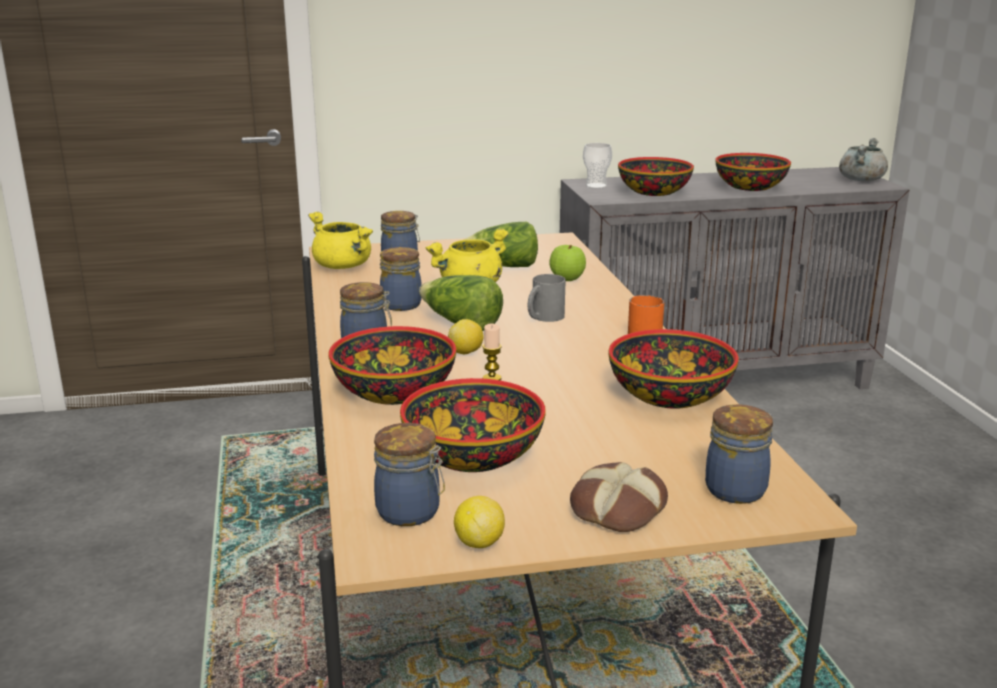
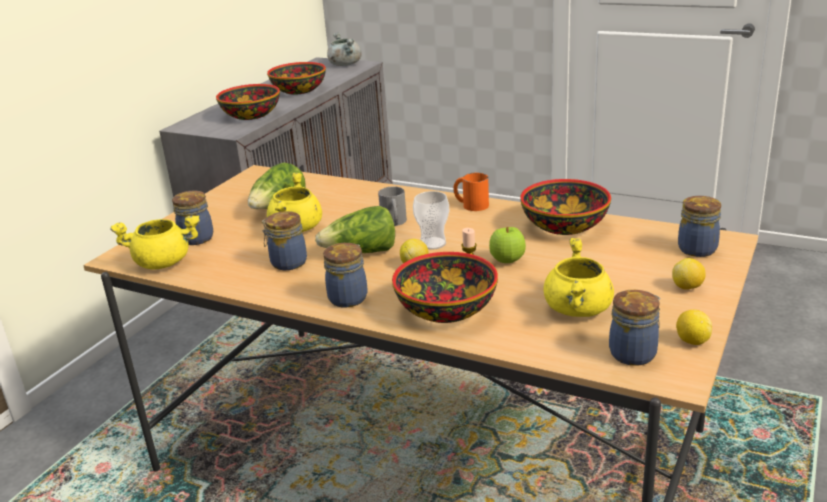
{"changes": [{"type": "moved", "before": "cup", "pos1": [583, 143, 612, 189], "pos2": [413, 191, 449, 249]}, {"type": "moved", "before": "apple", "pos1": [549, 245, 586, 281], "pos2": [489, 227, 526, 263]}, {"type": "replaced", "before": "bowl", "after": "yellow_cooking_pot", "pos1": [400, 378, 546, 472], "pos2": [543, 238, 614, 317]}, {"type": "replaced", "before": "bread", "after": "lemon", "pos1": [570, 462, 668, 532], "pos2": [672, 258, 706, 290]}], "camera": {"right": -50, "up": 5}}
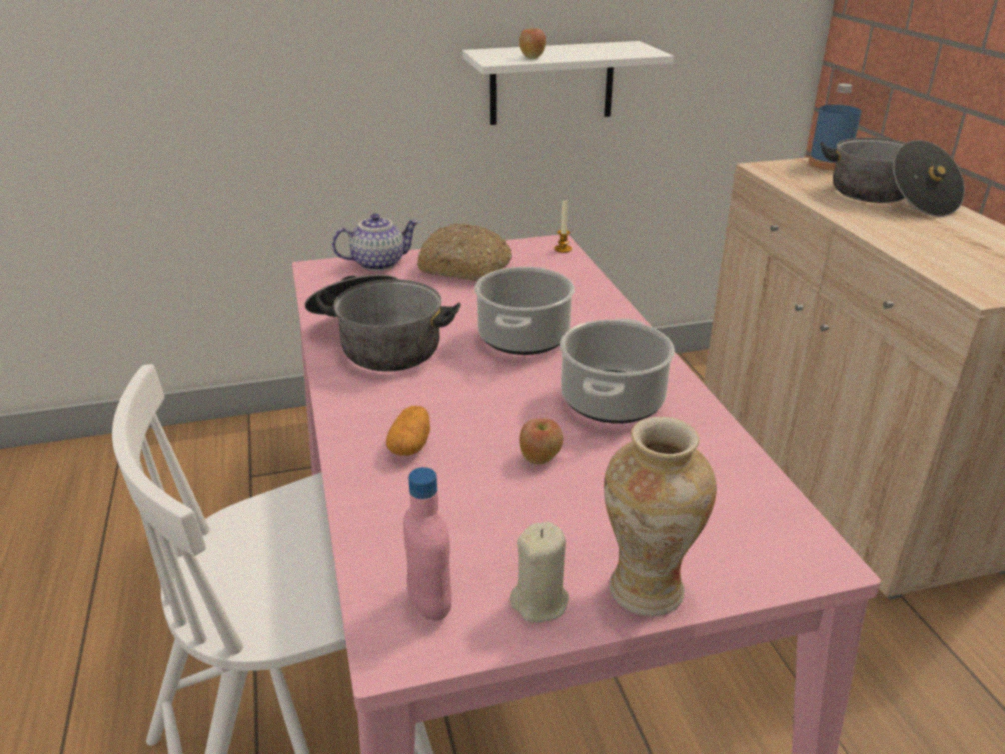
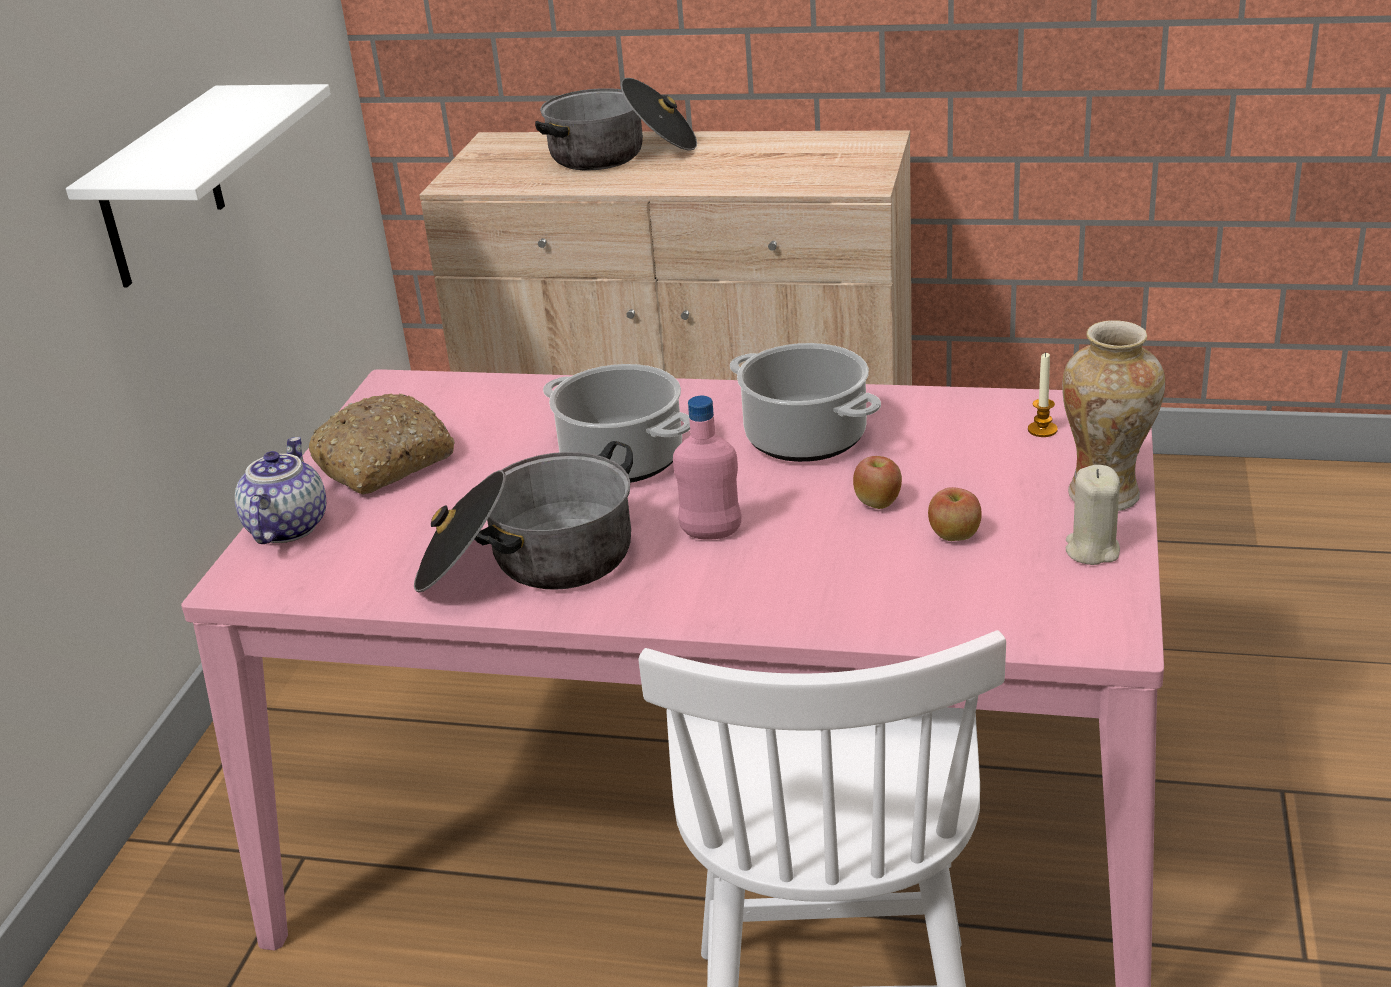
{"changes": [{"type": "moved", "before": "pink_bottle", "pos1": [403, 467, 452, 621], "pos2": [673, 396, 741, 540]}, {"type": "moved", "before": "apple", "pos1": [519, 28, 546, 59], "pos2": [928, 487, 982, 541]}, {"type": "moved", "before": "candle", "pos1": [554, 200, 572, 253], "pos2": [1028, 352, 1058, 437]}, {"type": "removed", "before": "potato", "pos1": [386, 406, 430, 456]}, {"type": "removed", "before": "blue_bottle", "pos1": [808, 83, 862, 170]}], "camera": {"right": -60, "up": 0}}
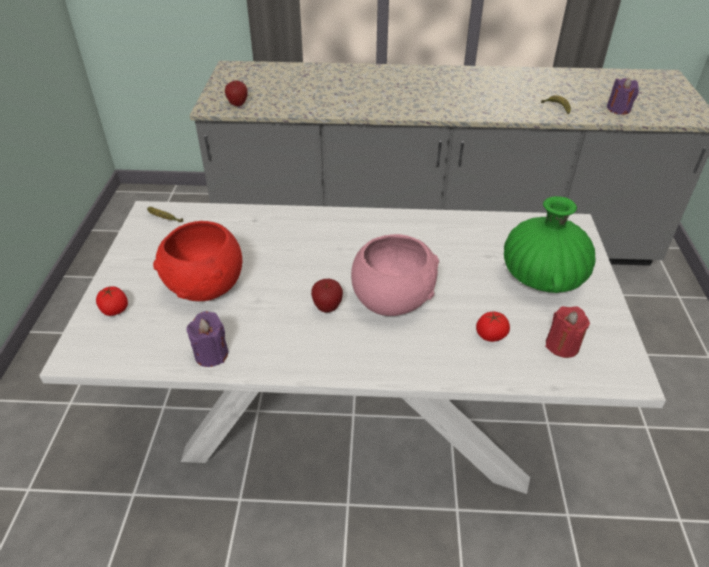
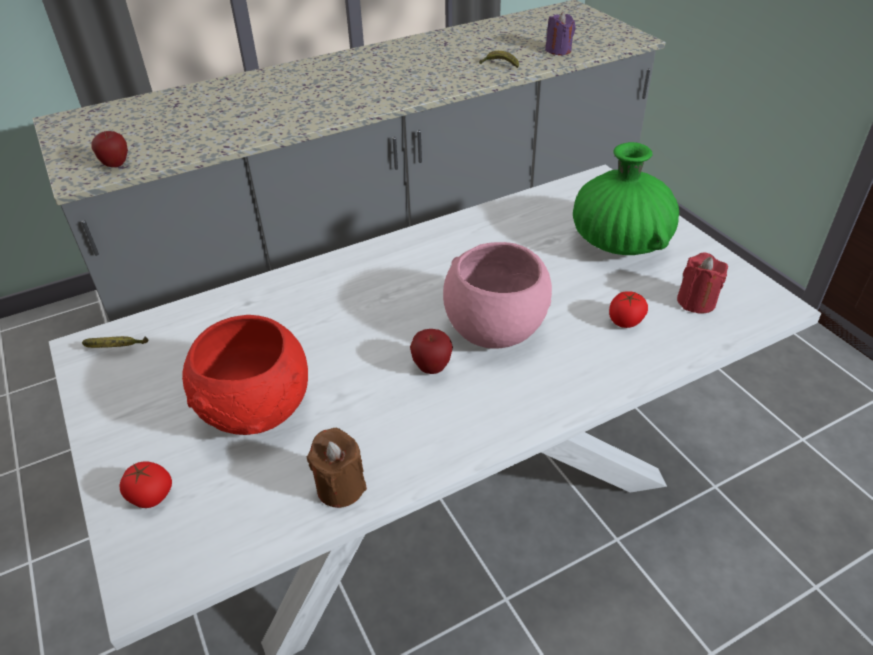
{"changes": [{"type": "recoloured", "before": "purple_candle", "after": "brown_candle", "pos1": [186, 311, 228, 367], "pos2": [307, 427, 367, 508]}], "camera": {"right": -30, "up": 0}}
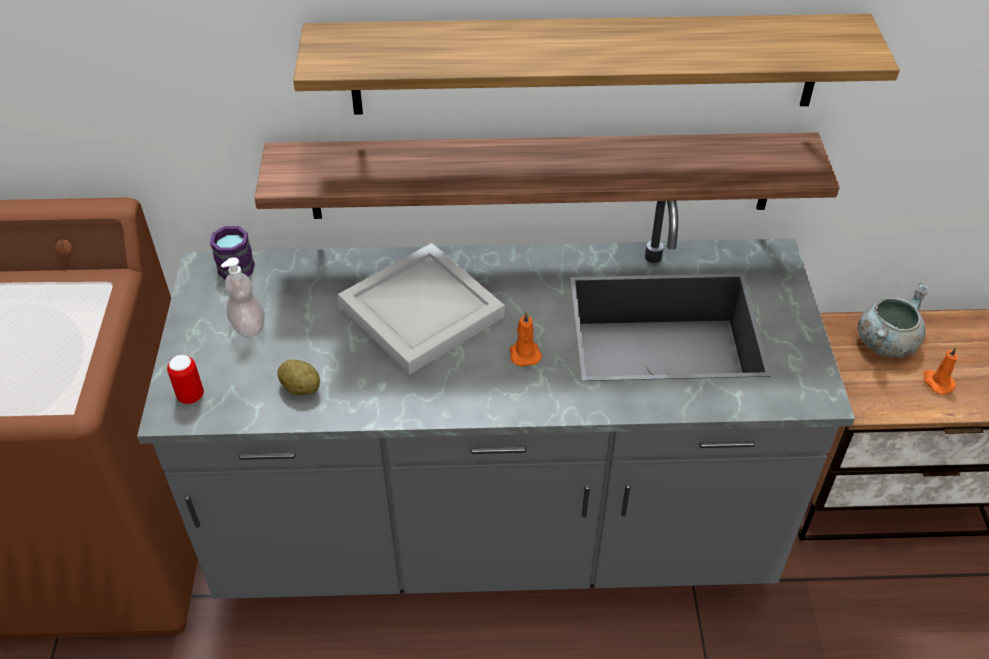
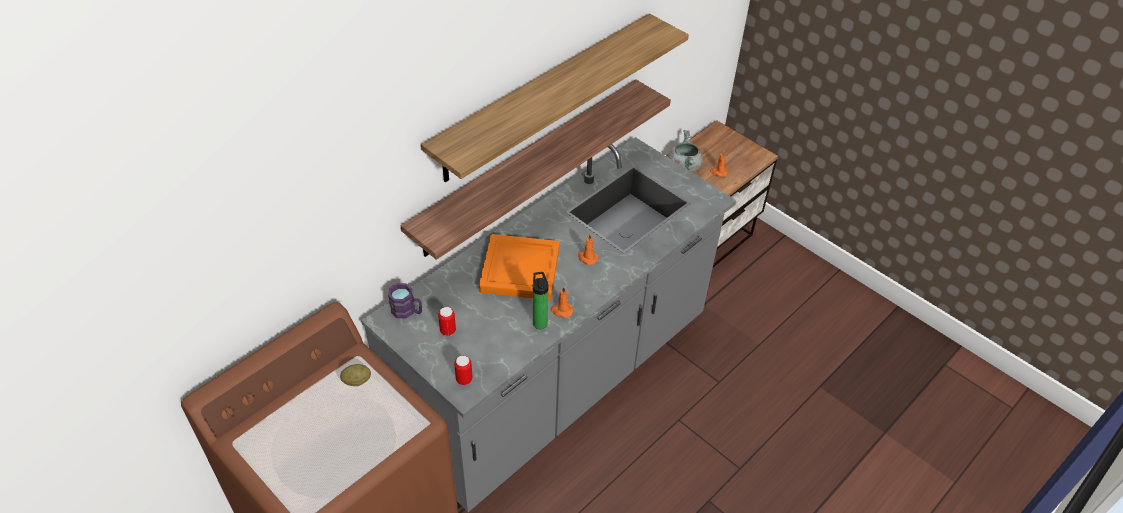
{"changes": [{"type": "moved", "before": "potato", "pos1": [277, 360, 320, 395], "pos2": [340, 364, 371, 386]}, {"type": "replaced", "before": "soap_dispenser", "after": "can", "pos1": [221, 257, 265, 338], "pos2": [438, 307, 456, 336]}, {"type": "recoloured", "before": "white_tray", "after": "orange_tray", "pos1": [338, 243, 505, 374], "pos2": [479, 234, 560, 300]}, {"type": "added", "after": "bottle", "pos2": [533, 272, 548, 329]}, {"type": "added", "after": "orange_candle", "pos2": [550, 286, 574, 318]}], "camera": {"right": -45, "up": 0}}
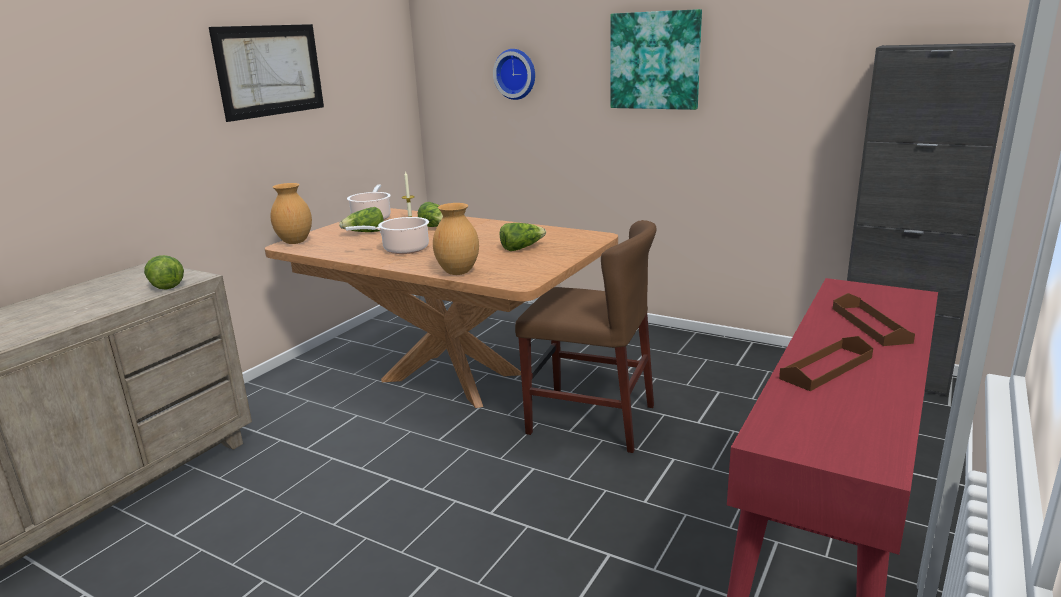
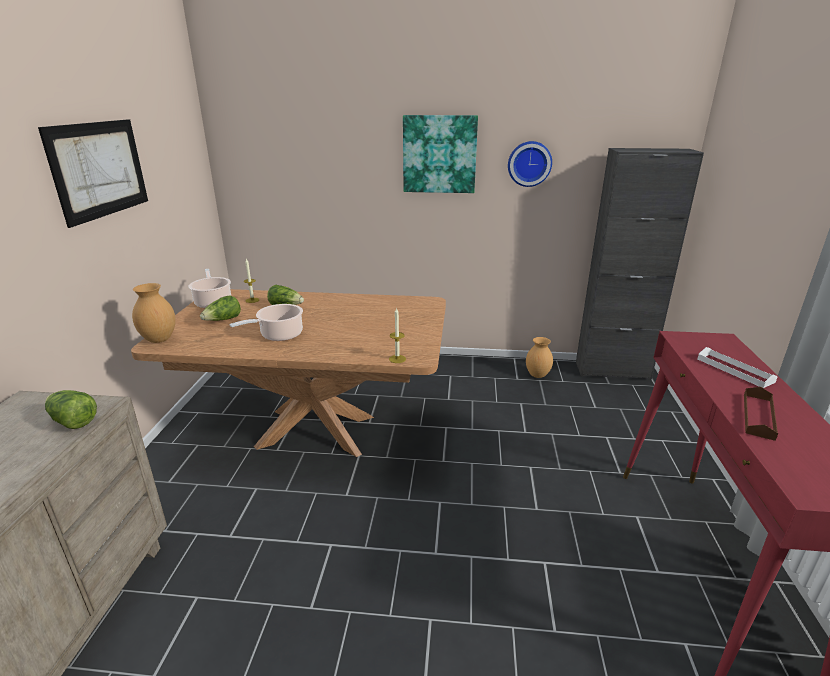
{"changes": [{"type": "added", "after": "candle", "pos2": [389, 307, 406, 363]}, {"type": "moved", "before": "wall_clock", "pos1": [493, 49, 535, 100], "pos2": [508, 141, 552, 187]}, {"type": "moved", "before": "brown_vase", "pos1": [433, 203, 479, 275], "pos2": [526, 337, 553, 378]}, {"type": "recoloured", "before": "brown_tray", "after": "white_tray", "pos1": [833, 293, 915, 346], "pos2": [697, 347, 778, 388]}, {"type": "removed", "before": "lettuce", "pos1": [500, 223, 546, 251]}, {"type": "removed", "before": "brown_chair", "pos1": [515, 220, 656, 453]}], "camera": {"right": -25, "up": 5}}
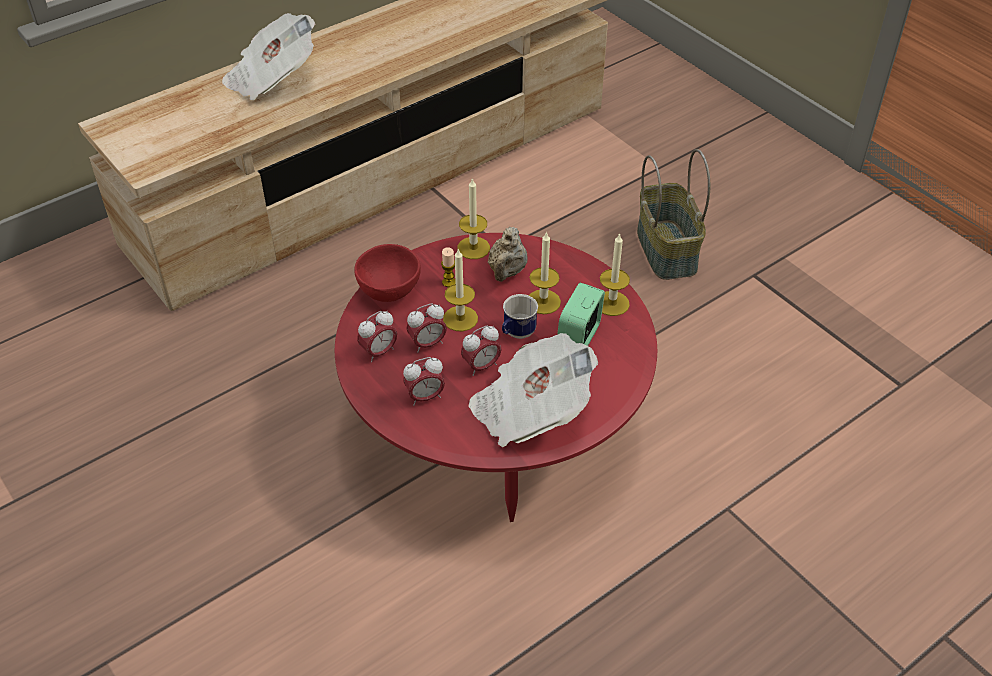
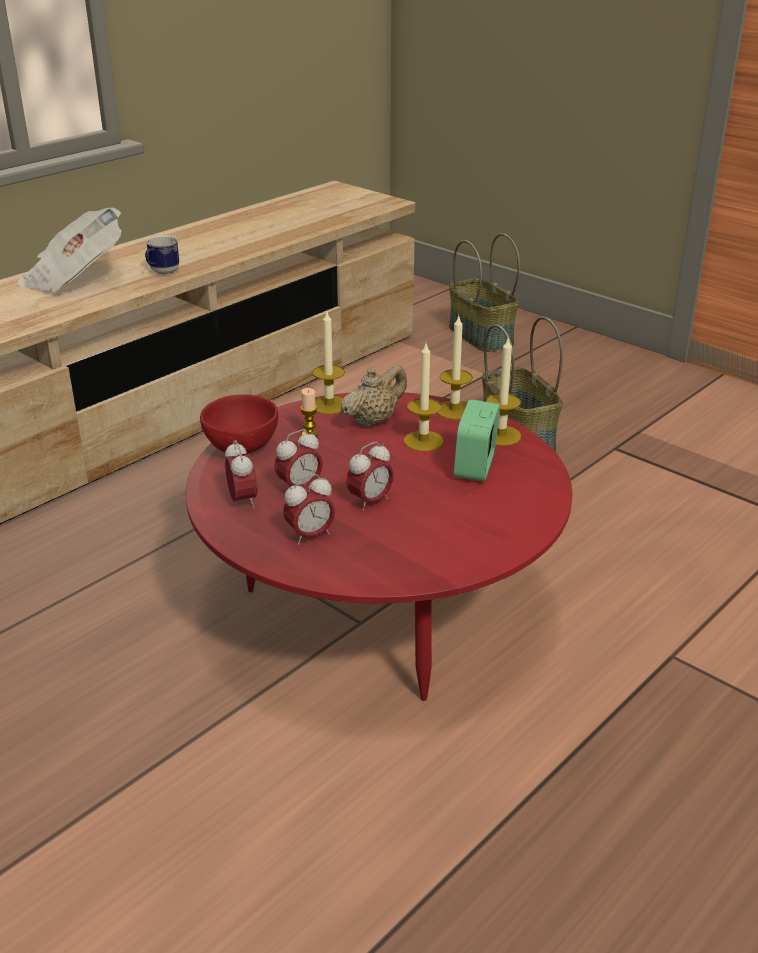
{"changes": [{"type": "moved", "before": "mug", "pos1": [502, 294, 538, 339], "pos2": [145, 235, 179, 275]}, {"type": "turned", "before": "alarm_clock", "pos1": [357, 311, 397, 362], "pos2": [225, 440, 258, 509], "turn": -60}, {"type": "turned", "before": "beige_teapot", "pos1": [488, 227, 527, 282], "pos2": [341, 365, 407, 427], "turn": -135}, {"type": "moved", "before": "candle", "pos1": [443, 249, 478, 331], "pos2": [437, 314, 473, 420]}, {"type": "added", "after": "basket", "pos2": [449, 233, 520, 352]}, {"type": "removed", "before": "newspaper", "pos1": [468, 333, 598, 447]}], "camera": {"right": -10, "up": -15}}
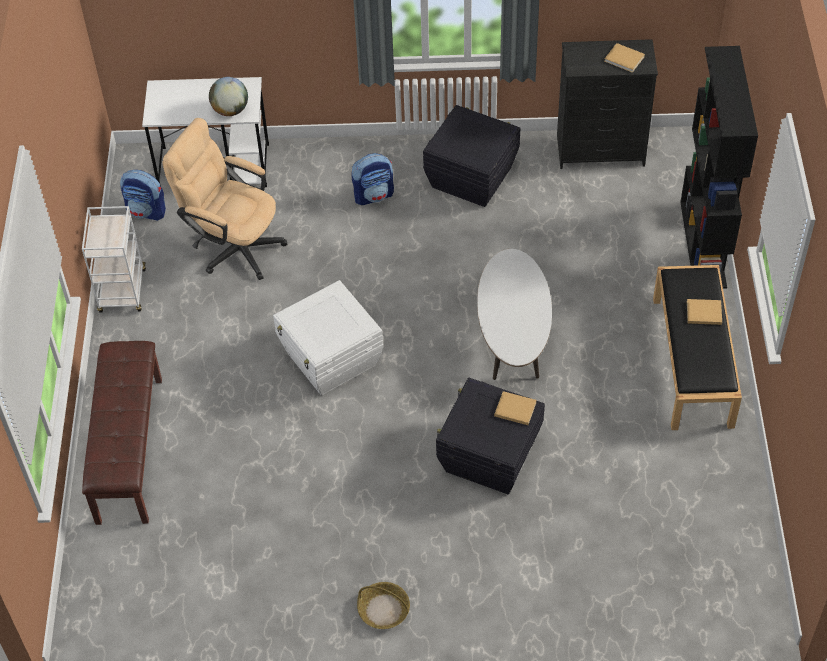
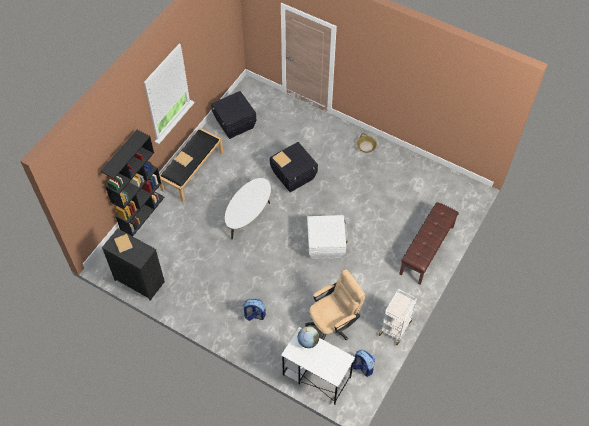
{"changes": [{"type": "moved", "before": "black_storage_box", "pos1": [423, 105, 520, 207], "pos2": [211, 91, 256, 139]}, {"type": "turned", "before": "beige_office_chair", "pos1": [163, 118, 287, 280], "pos2": [305, 269, 365, 341], "turn": -90}], "camera": {"right": -150, "up": 5}}
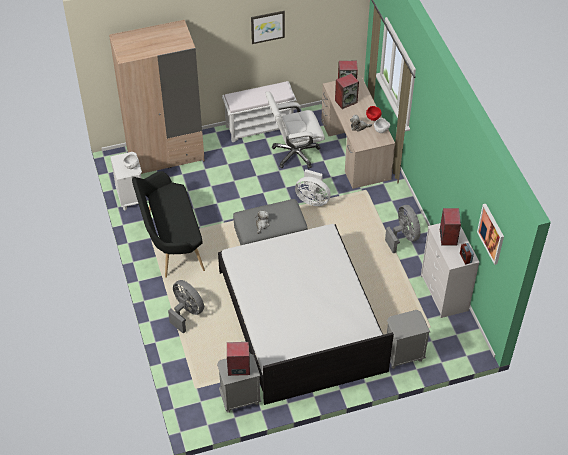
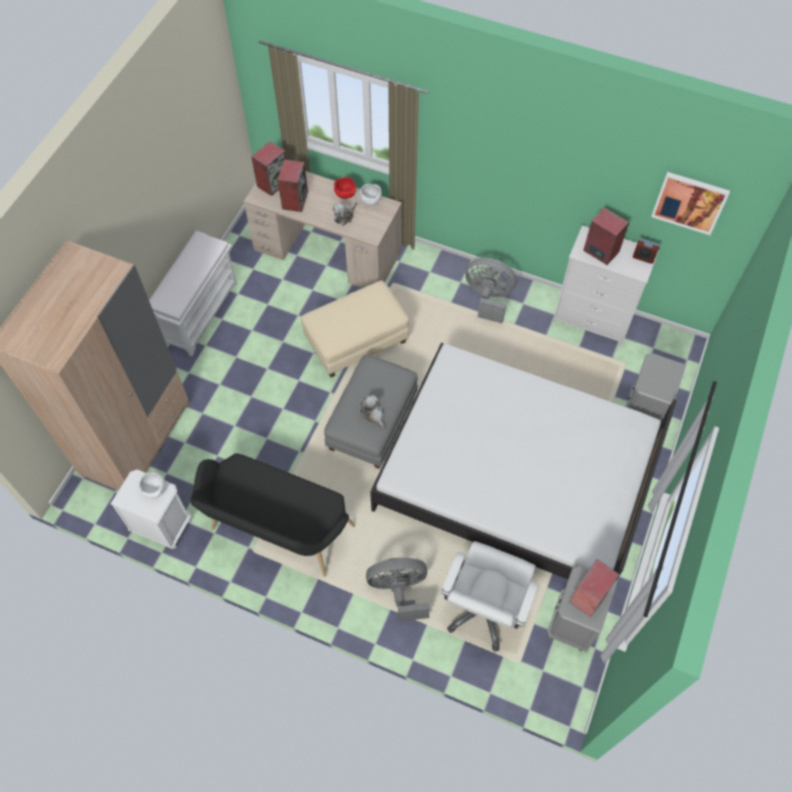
{"changes": [{"type": "replaced", "before": "white_fan", "after": "beige_ottoman", "pos1": [295, 169, 331, 206], "pos2": [301, 281, 409, 377]}, {"type": "moved", "before": "white_office_chair", "pos1": [265, 91, 325, 169], "pos2": [441, 541, 539, 652]}, {"type": "removed", "before": "picture", "pos1": [251, 11, 285, 44]}], "camera": {"right": -50, "up": 10}}
